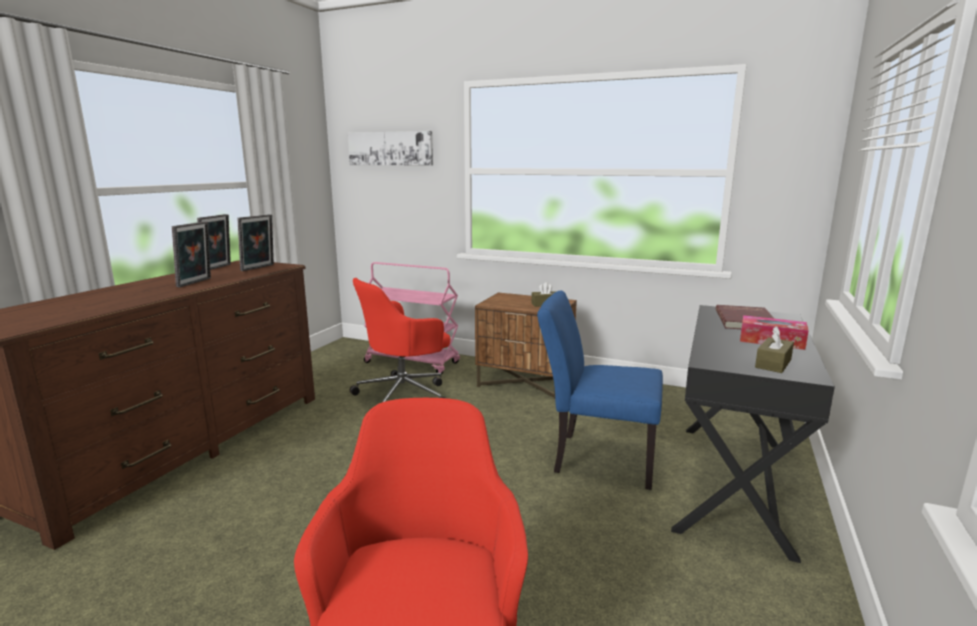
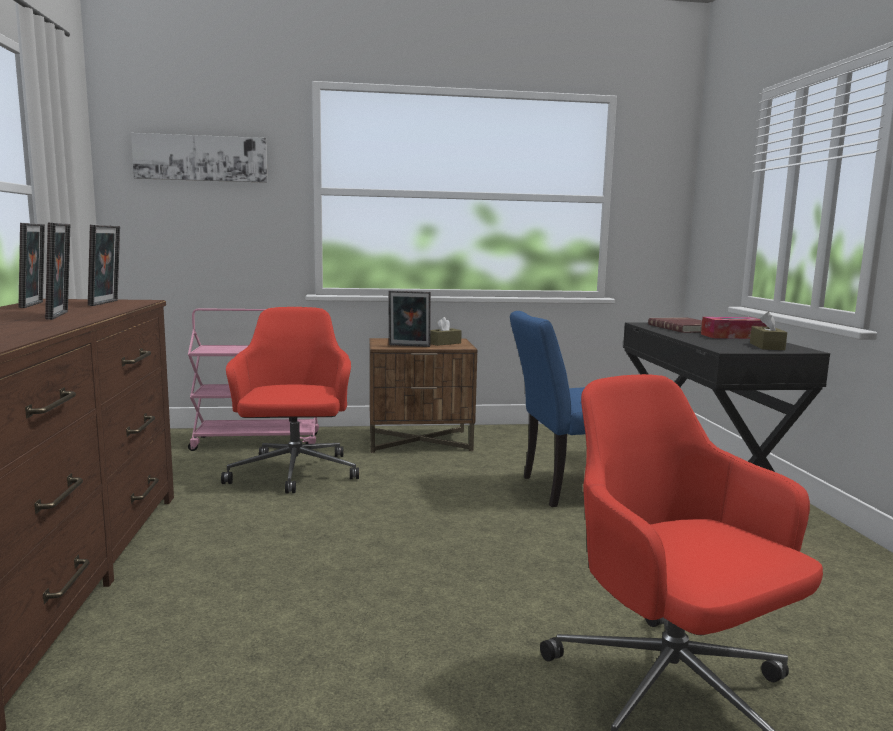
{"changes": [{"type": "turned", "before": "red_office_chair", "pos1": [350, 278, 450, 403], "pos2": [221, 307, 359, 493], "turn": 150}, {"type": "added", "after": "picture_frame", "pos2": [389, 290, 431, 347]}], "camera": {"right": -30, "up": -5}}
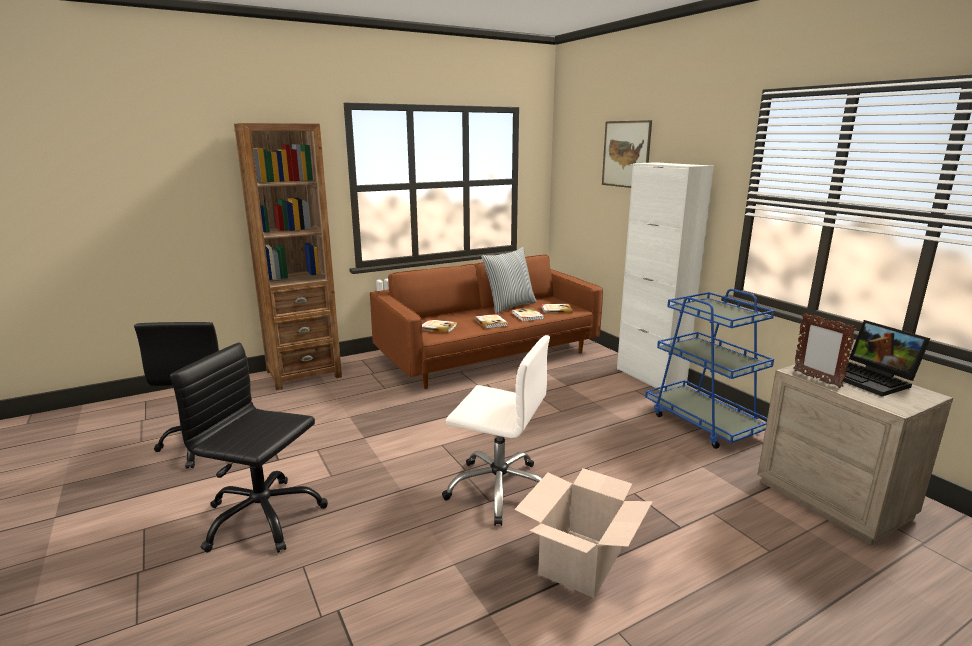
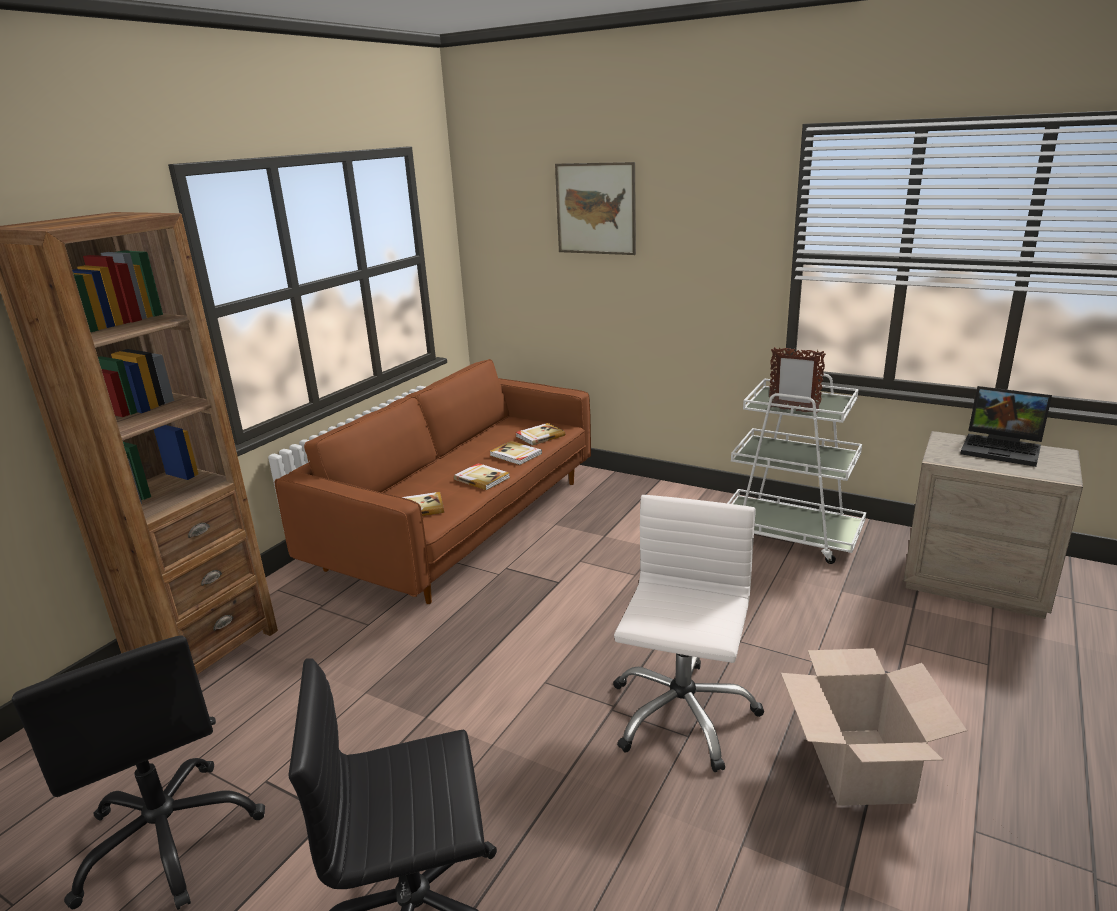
{"changes": [{"type": "turned", "before": "white_office_chair", "pos1": [442, 335, 550, 526], "pos2": [613, 495, 764, 772], "turn": -60}, {"type": "recoloured", "before": "blue_cart", "after": "white_cart", "pos1": [645, 289, 775, 449], "pos2": [728, 374, 866, 564]}, {"type": "moved", "before": "picture_frame", "pos1": [793, 313, 856, 388], "pos2": [769, 347, 826, 414]}, {"type": "removed", "before": "pillow", "pos1": [481, 247, 537, 314]}, {"type": "removed", "before": "white_cabinet", "pos1": [617, 162, 714, 391]}], "camera": {"right": -30, "up": 5}}
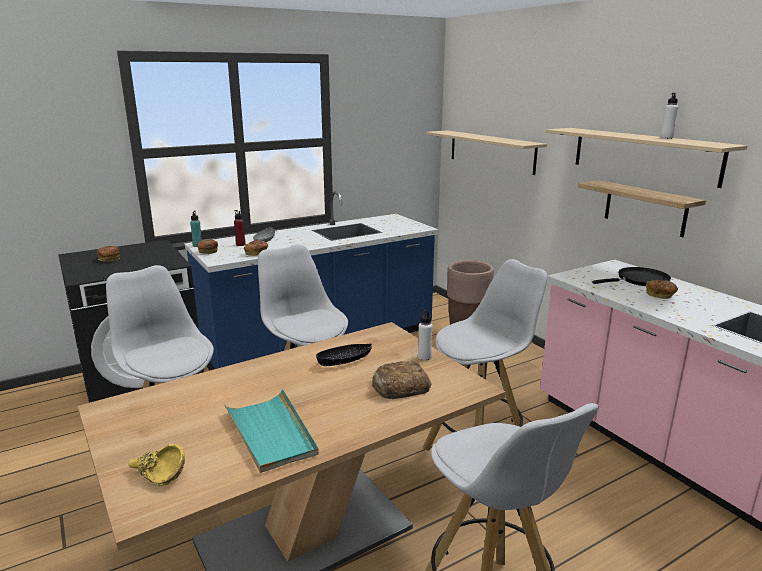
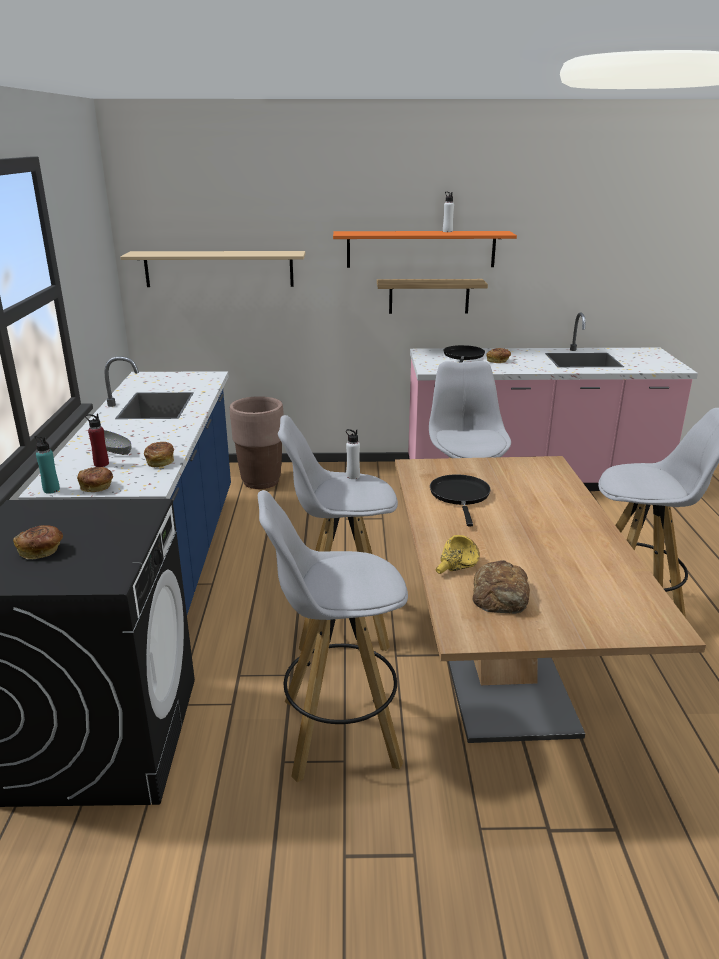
{"changes": [{"type": "recoloured", "before": "beige_shelf", "after": "orange_shelf", "pos1": [546, 128, 747, 188], "pos2": [333, 231, 517, 268]}, {"type": "moved", "before": "white_bottle", "pos1": [418, 309, 433, 360], "pos2": [346, 429, 360, 479]}, {"type": "replaced", "before": "black_bowl", "after": "black_frying_pan", "pos1": [316, 343, 372, 366], "pos2": [430, 474, 491, 526]}, {"type": "moved", "before": "yellow_bowl", "pos1": [128, 444, 185, 486], "pos2": [436, 535, 480, 574]}, {"type": "moved", "before": "bread", "pos1": [372, 361, 431, 399], "pos2": [472, 560, 530, 614]}, {"type": "removed", "before": "turquoise_tray", "pos1": [224, 389, 319, 473]}], "camera": {"right": -60, "up": 5}}
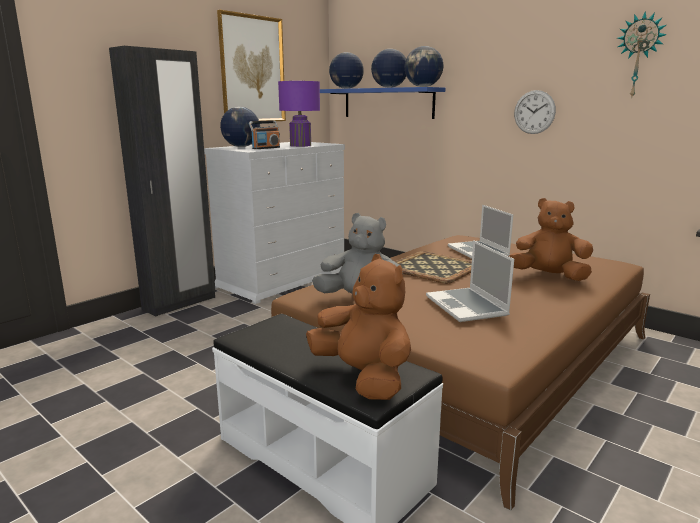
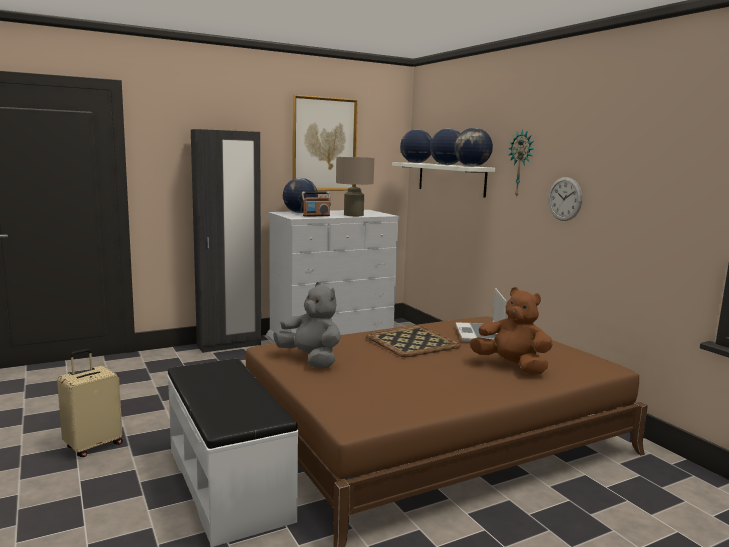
{"changes": [{"type": "added", "after": "beige_suitcase", "pos2": [57, 349, 123, 457]}, {"type": "recoloured", "before": "purple_table_lamp", "after": "beige_table_lamp", "pos1": [278, 81, 320, 147], "pos2": [336, 157, 374, 216]}, {"type": "recoloured", "before": "blue_shelf", "after": "white_shelf", "pos1": [320, 87, 445, 119], "pos2": [392, 162, 495, 198]}, {"type": "moved", "before": "wall_clock", "pos1": [617, 12, 667, 97], "pos2": [508, 129, 534, 198]}, {"type": "removed", "before": "brown_plush_toy", "pos1": [306, 254, 411, 400]}, {"type": "removed", "before": "laptop", "pos1": [426, 240, 514, 322]}], "camera": {"right": 20, "up": -5}}
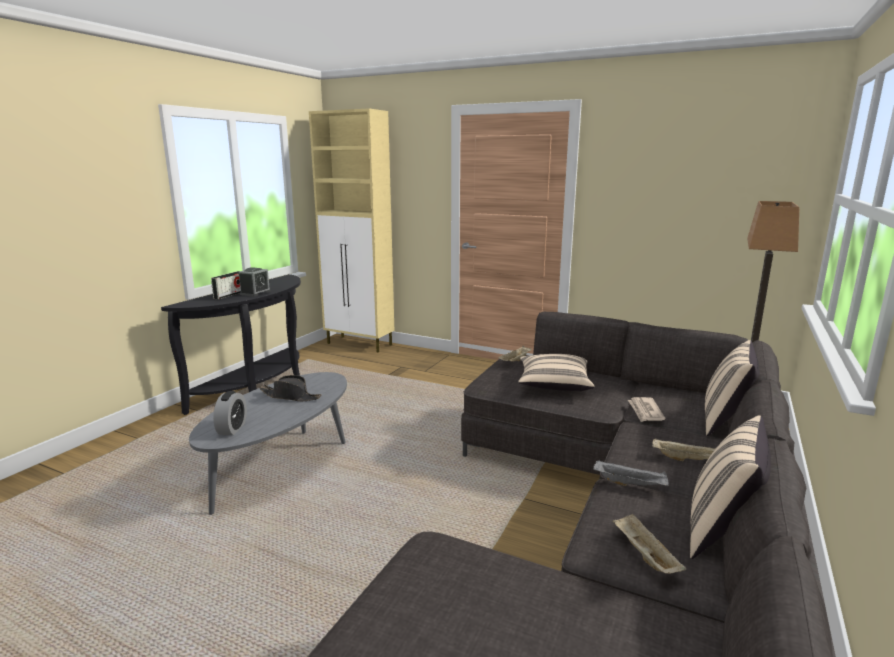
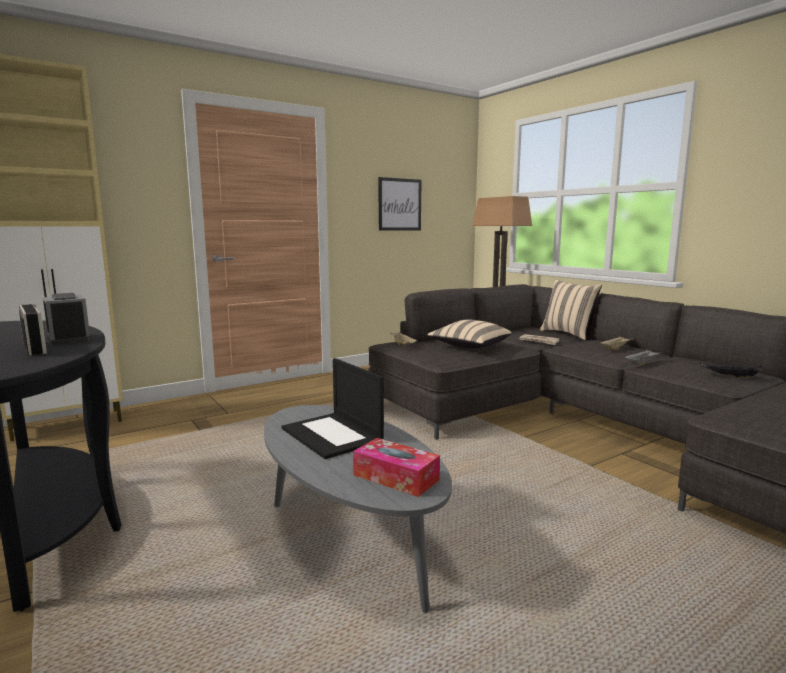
{"changes": [{"type": "replaced", "before": "black_hat", "after": "laptop", "pos1": [259, 375, 321, 401], "pos2": [282, 358, 384, 459]}, {"type": "replaced", "before": "alarm_clock", "after": "tissue_box", "pos1": [213, 391, 247, 435], "pos2": [353, 438, 440, 497]}, {"type": "added", "after": "picture", "pos2": [379, 177, 421, 231]}, {"type": "recoloured", "before": "beige_tray", "after": "black_tray", "pos1": [612, 514, 686, 574], "pos2": [700, 363, 766, 378]}, {"type": "removed", "before": "beige_pillow", "pos1": [690, 415, 771, 559]}], "camera": {"right": -60, "up": -5}}
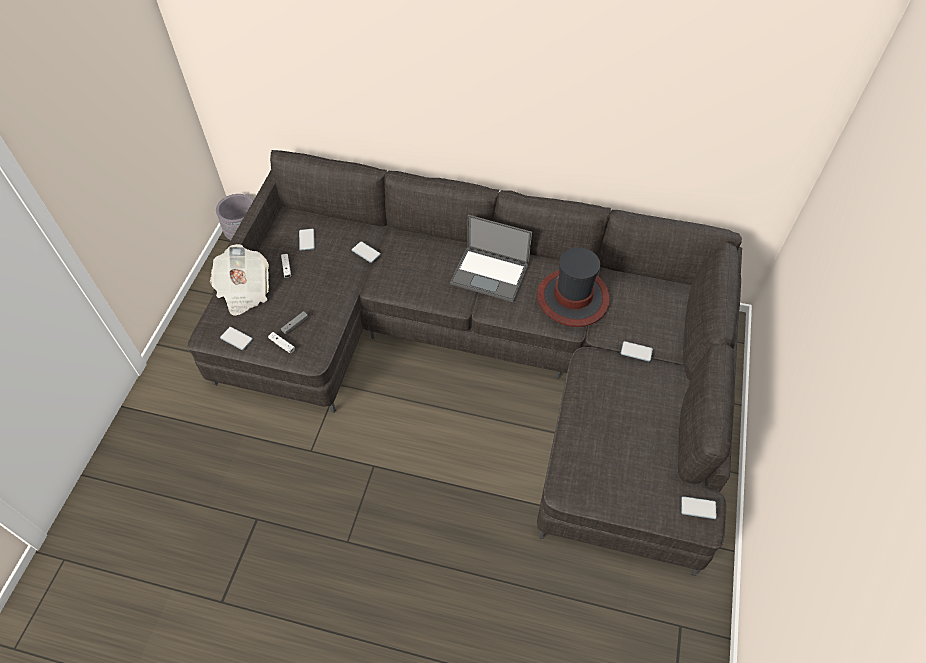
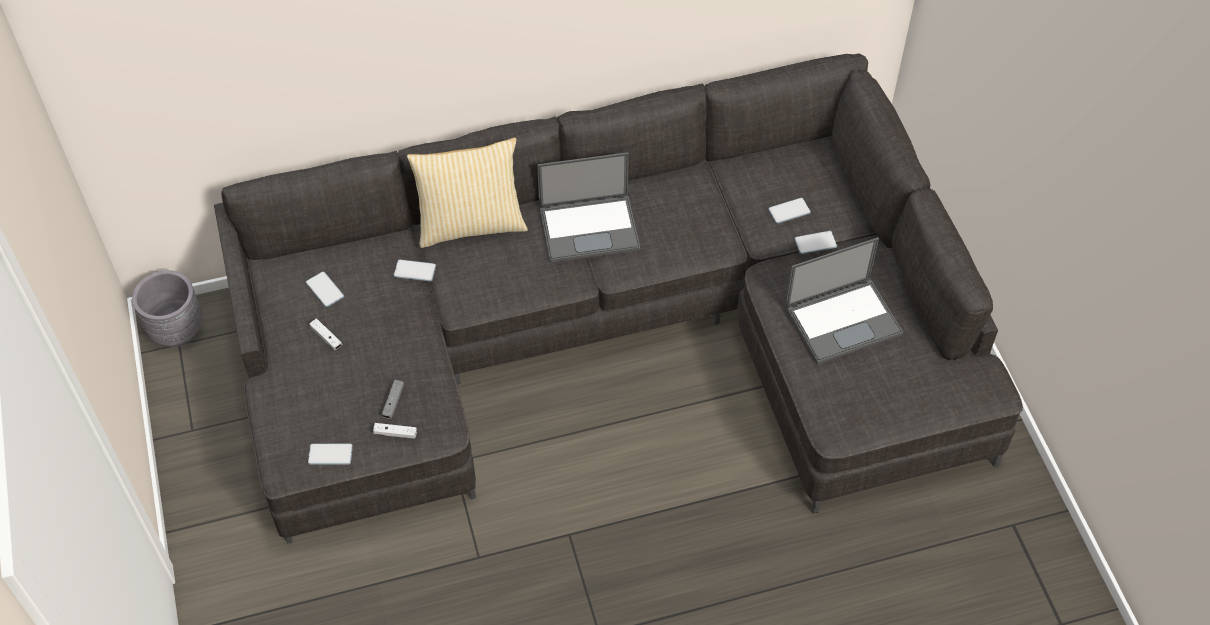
{"changes": [{"type": "added", "after": "pillow", "pos2": [407, 138, 528, 248]}, {"type": "moved", "before": "phone", "pos1": [681, 496, 717, 519], "pos2": [768, 198, 811, 224]}, {"type": "added", "after": "laptop", "pos2": [785, 237, 903, 364]}, {"type": "removed", "before": "newspaper", "pos1": [210, 244, 269, 316]}, {"type": "removed", "before": "hat", "pos1": [537, 247, 610, 327]}], "camera": {"right": -30, "up": 0}}
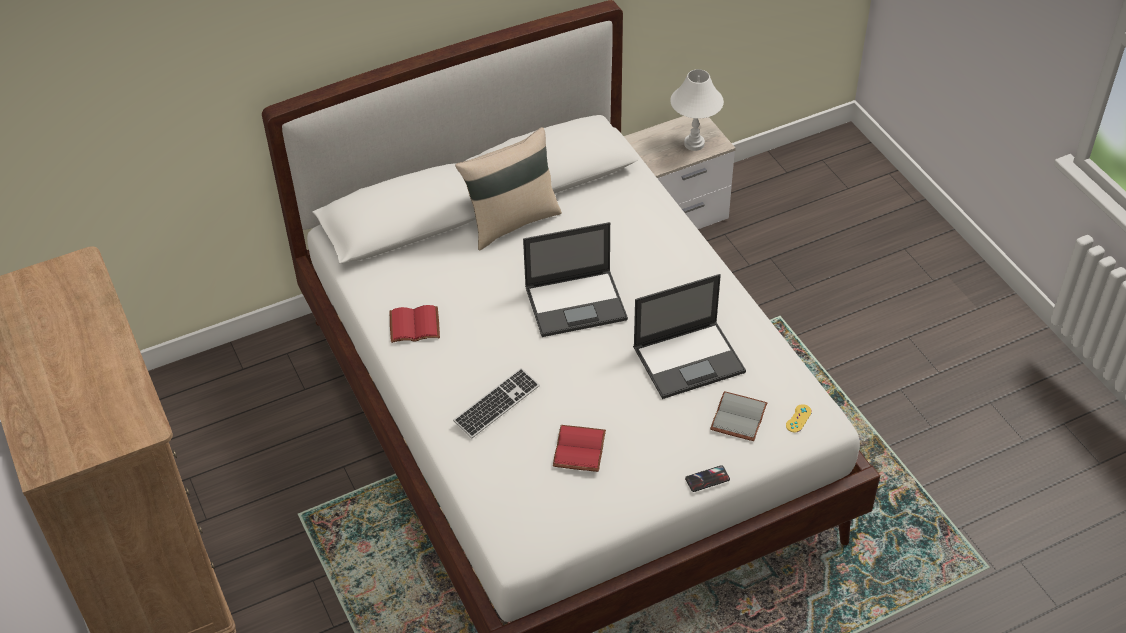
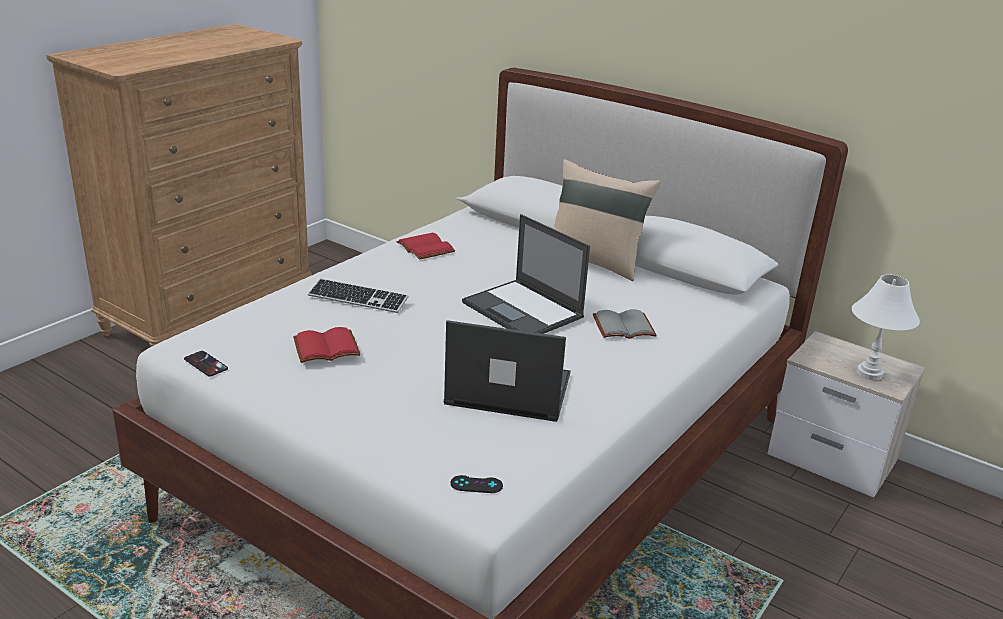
{"changes": [{"type": "moved", "before": "phone", "pos1": [685, 465, 730, 492], "pos2": [184, 351, 228, 377]}, {"type": "turned", "before": "laptop", "pos1": [633, 274, 746, 399], "pos2": [444, 320, 571, 422], "turn": 150}, {"type": "recoloured", "before": "yellow_game_controller", "after": "black_game_controller", "pos1": [786, 404, 812, 433], "pos2": [450, 475, 503, 493]}, {"type": "moved", "before": "grey_book", "pos1": [710, 391, 767, 441], "pos2": [593, 309, 657, 339]}], "camera": {"right": 60, "up": -20}}
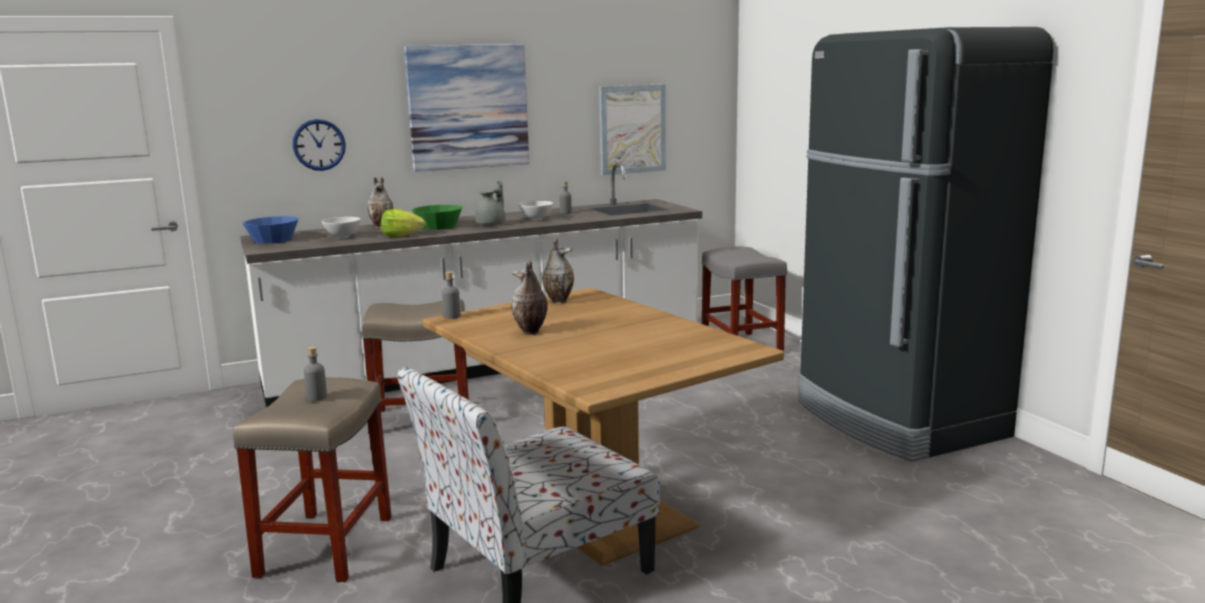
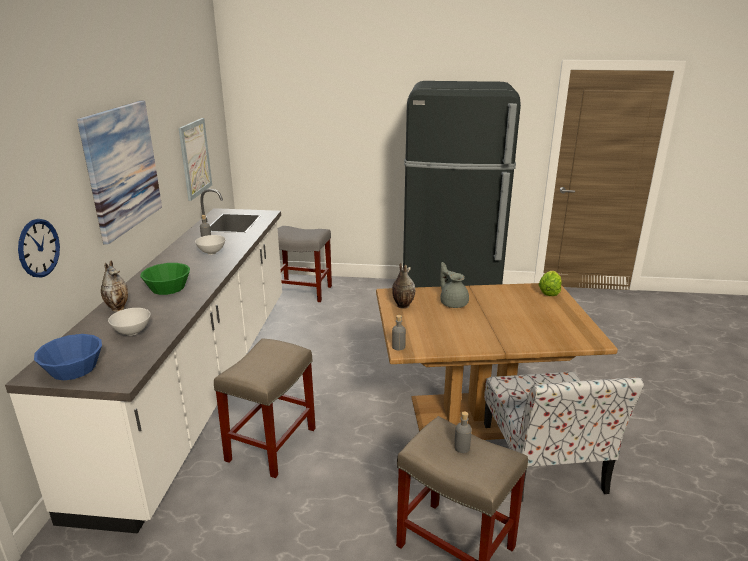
{"changes": [{"type": "moved", "before": "grey_teapot", "pos1": [475, 180, 506, 225], "pos2": [440, 262, 469, 308]}, {"type": "moved", "before": "lettuce", "pos1": [381, 209, 426, 237], "pos2": [539, 271, 562, 296]}, {"type": "removed", "before": "vase", "pos1": [511, 260, 548, 335]}], "camera": {"right": -60, "up": 10}}
